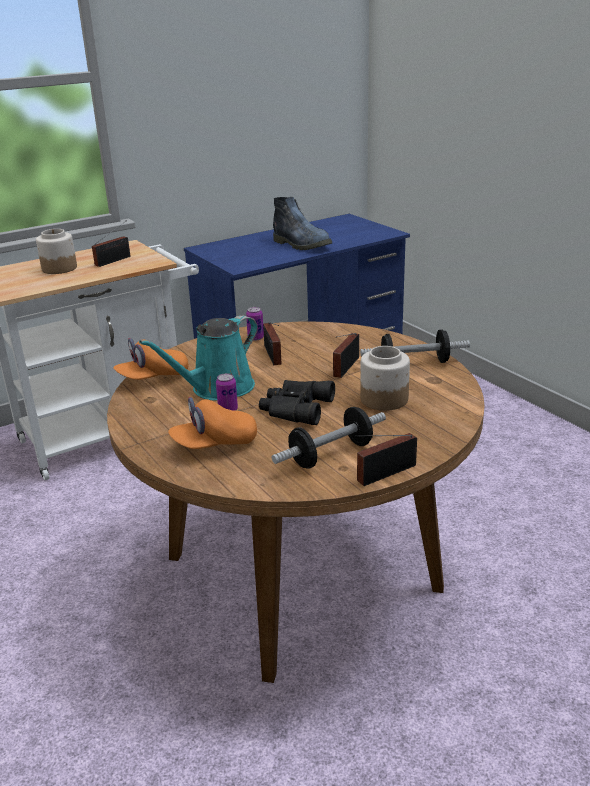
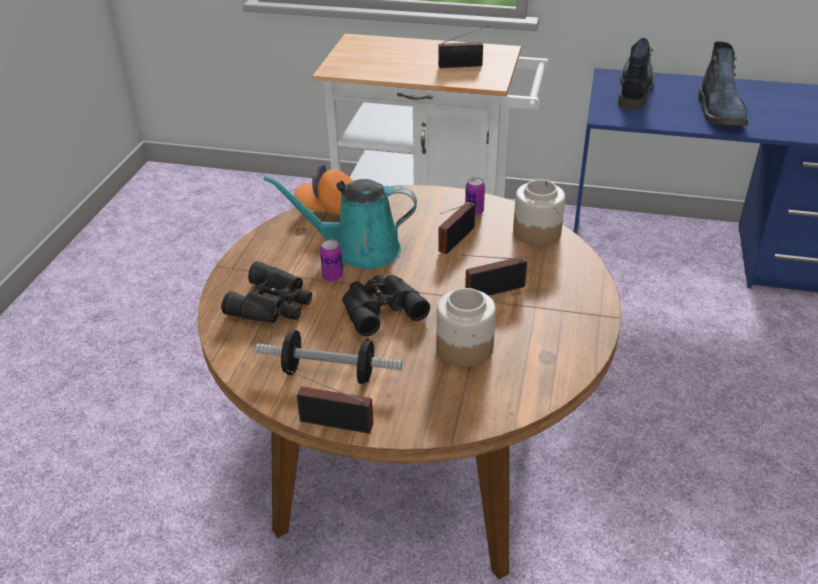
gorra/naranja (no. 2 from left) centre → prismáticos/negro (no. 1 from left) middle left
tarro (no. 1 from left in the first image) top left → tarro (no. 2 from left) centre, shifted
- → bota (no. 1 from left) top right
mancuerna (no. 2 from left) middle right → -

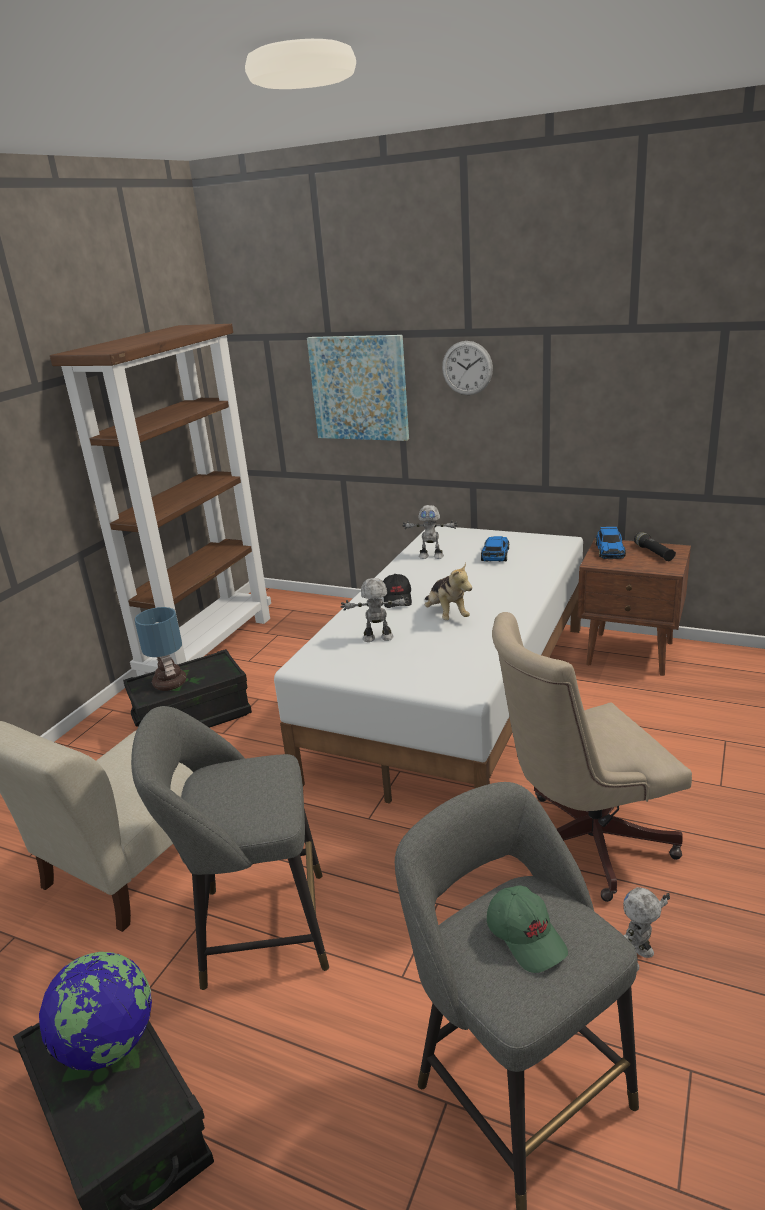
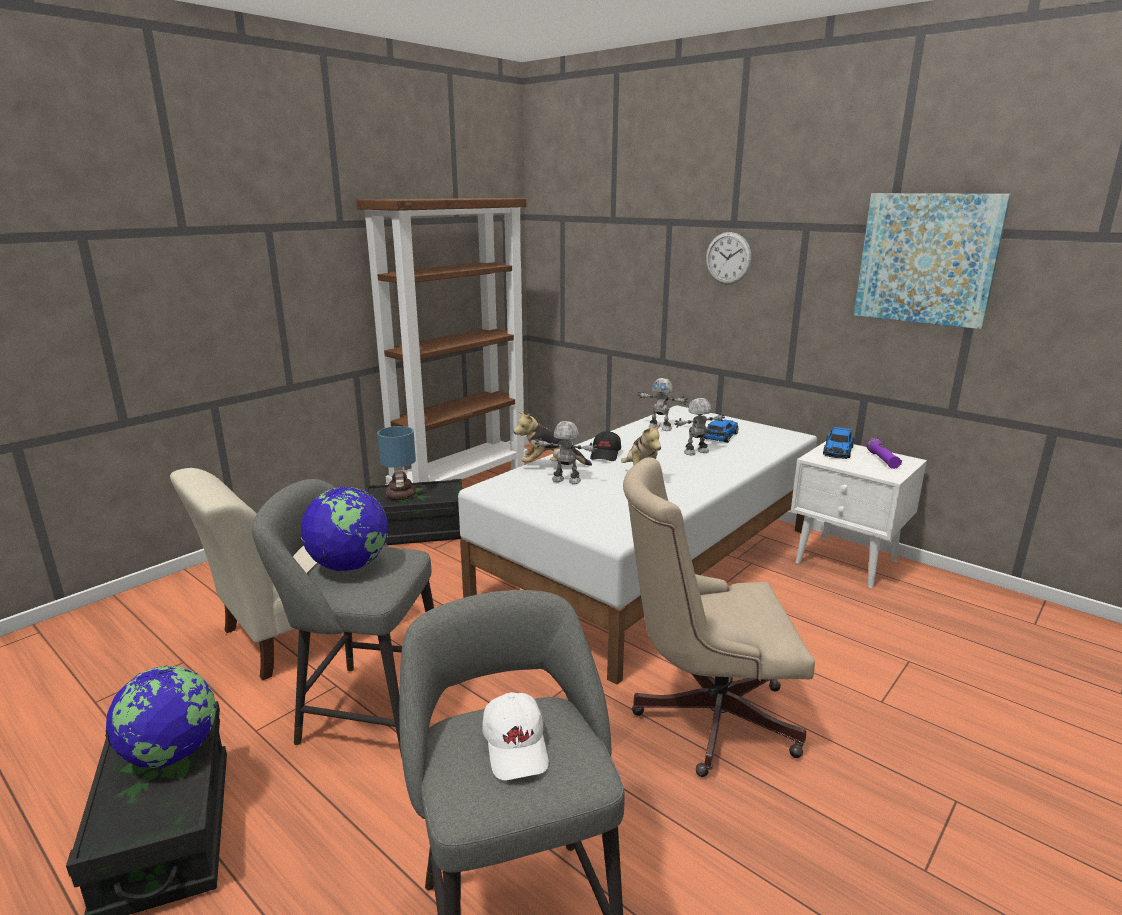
- → globo terráqueo (no. 2 from left) middle left
gorra/verde bottom right → gorra/blanco bottom centre
- → peluche (no. 1 from left) centre
robot de juguete (no. 3 from left) bottom right → robot de juguete (no. 3 from left) centre, shifted
mesita de noche/marrón middle right → mesita de noche/blanco middle right
cuadro top centre → cuadro top right, shifted
linterna/negro middle right → linterna/morado middle right

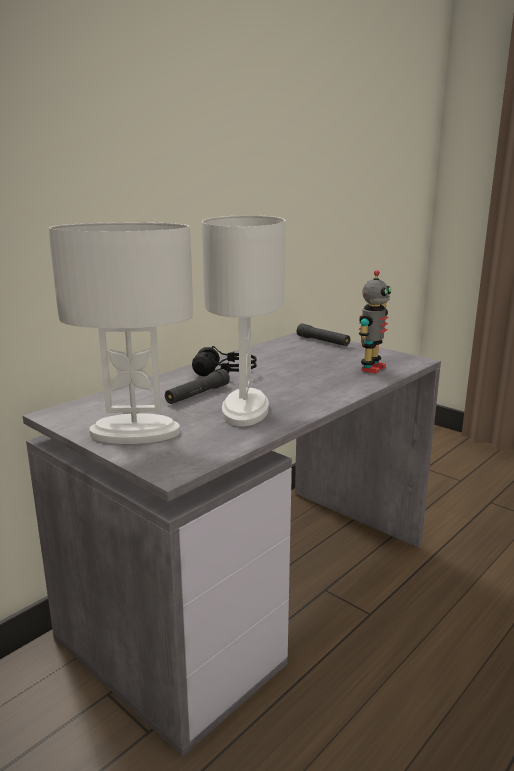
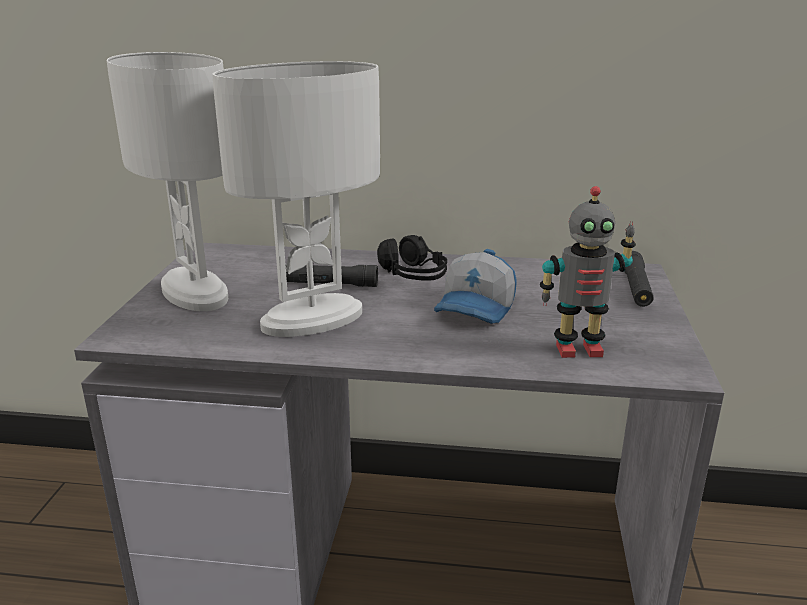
- → gorra centre

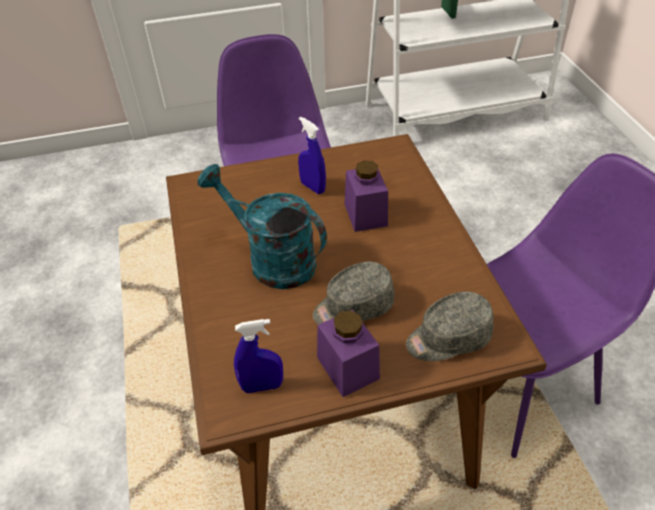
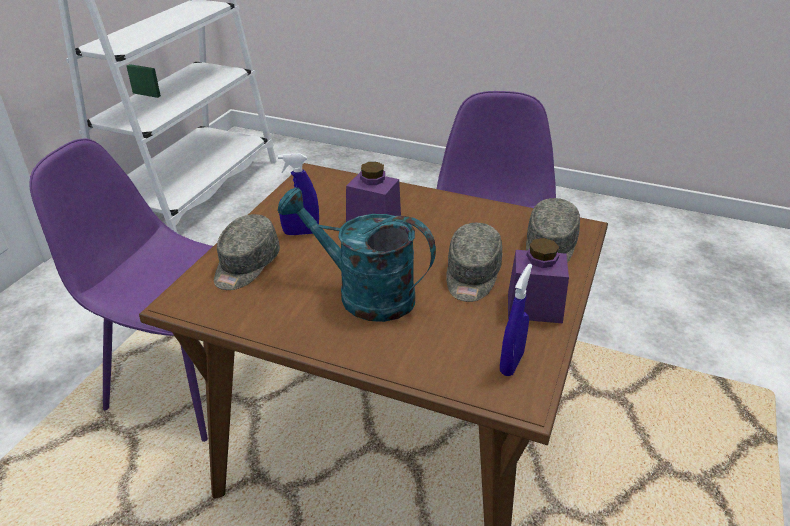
- → gorra/gris (no. 1 from left) middle left
regadera/turquesa centre, 45 degrees clockwise

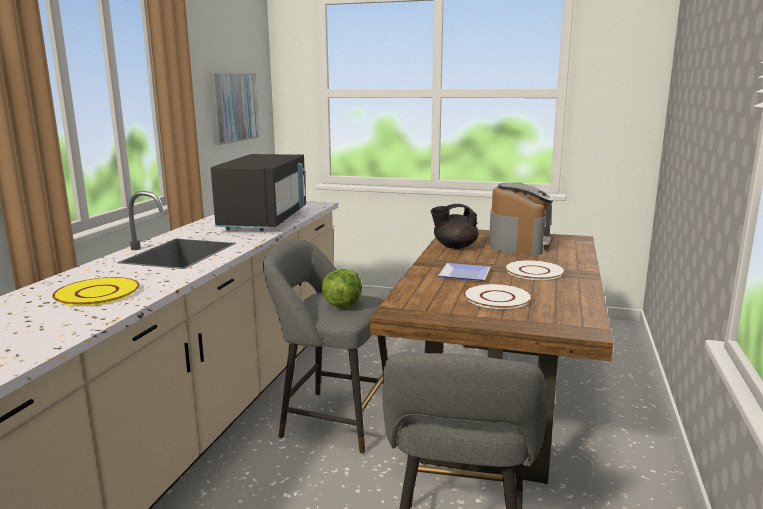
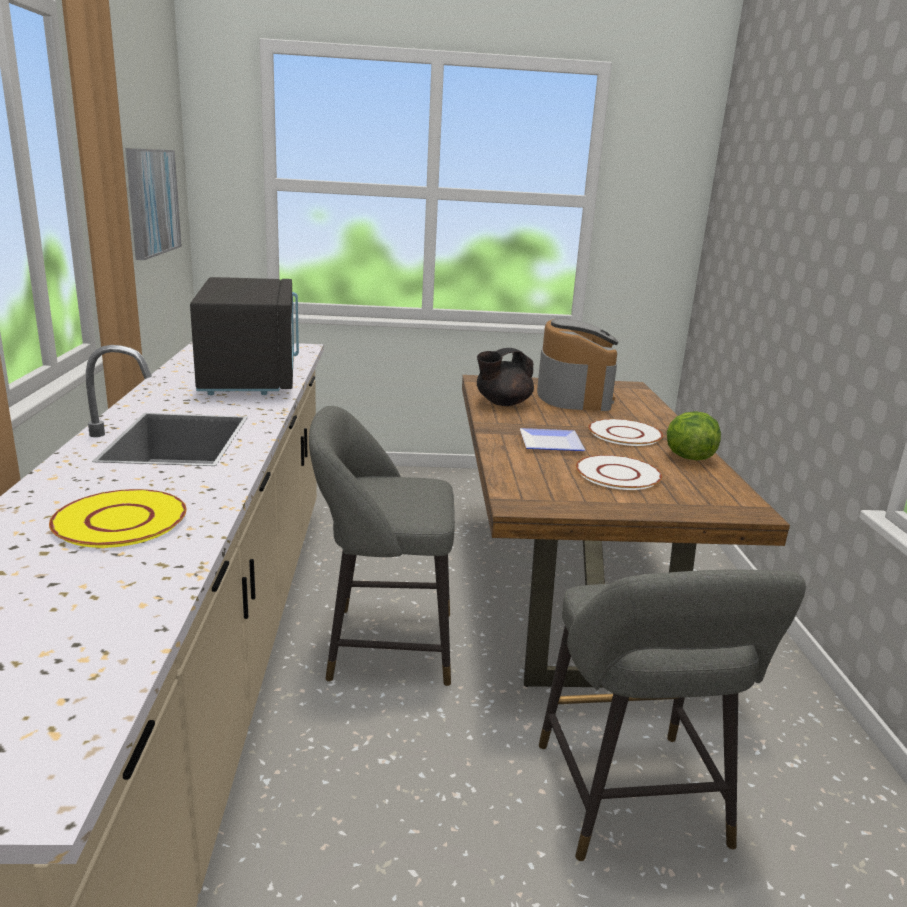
lechuga centre → lechuga middle right, shifted

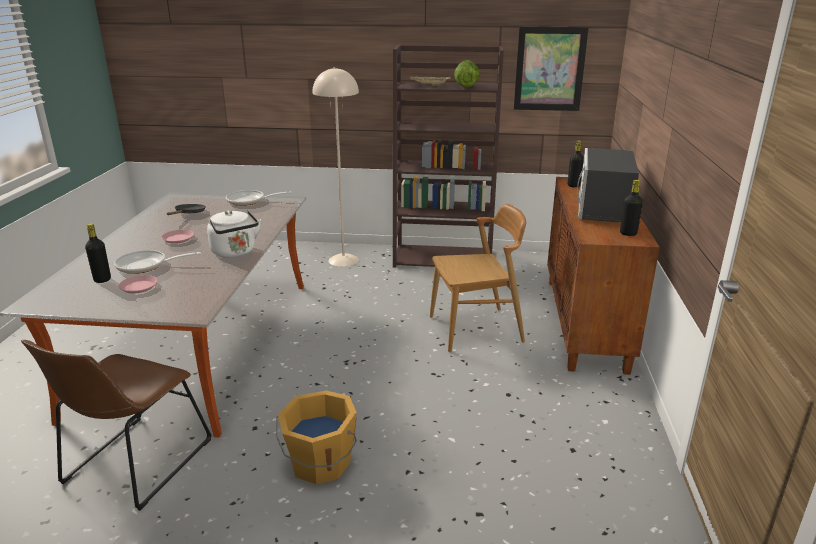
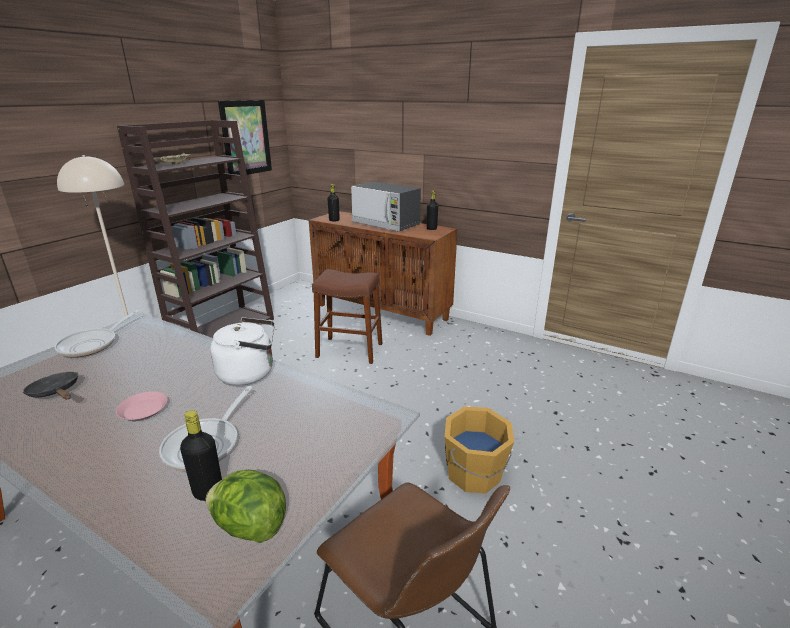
lechuga top centre → lechuga bottom left, shifted
silla/marrón (no. 2 from left) centre → taburete/marrón centre
plato/rosa (no. 1 from left) middle left → -

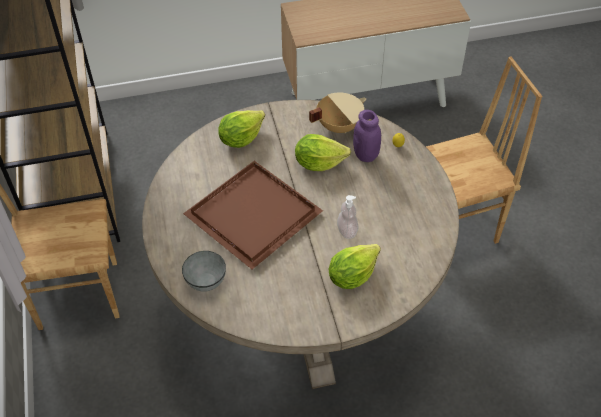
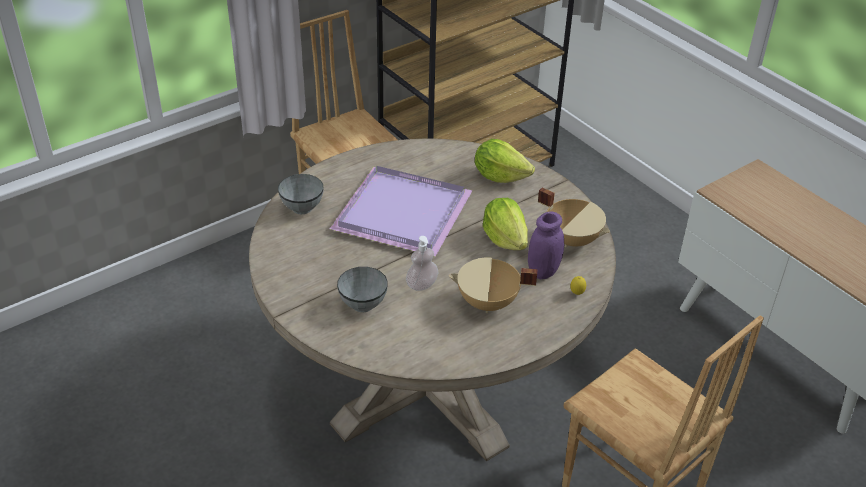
bandeja/marrón centre → bandeja/morado centre
lechuga (no. 3 from left) centre → cuenco/gris (no. 2 from left) centre
- → olla/beis (no. 1 from left) centre

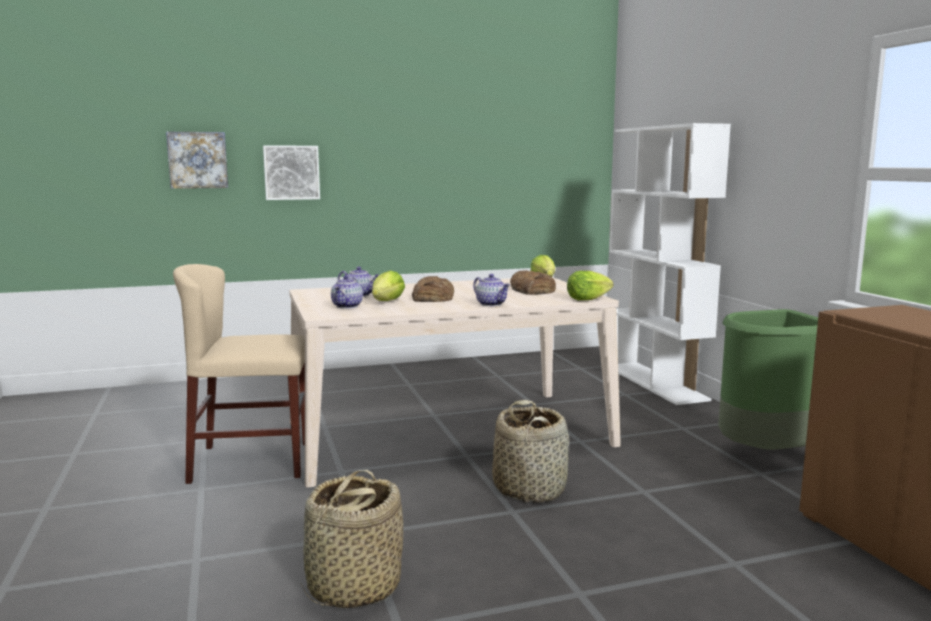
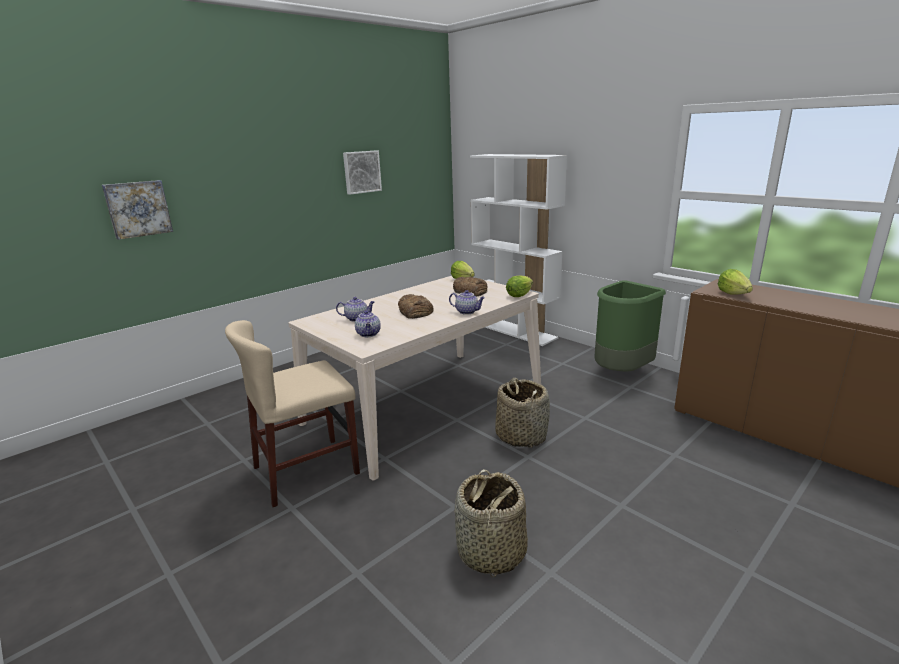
cuadro (no. 2 from left) top left → cuadro (no. 2 from left) top centre, shifted
lechuga (no. 1 from left in the first image) centre → lechuga (no. 3 from left) middle right, shifted

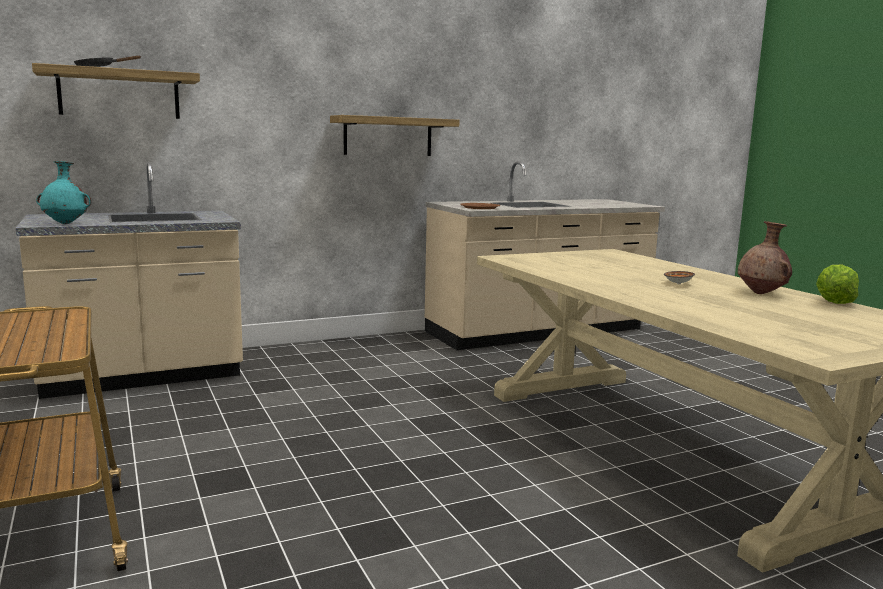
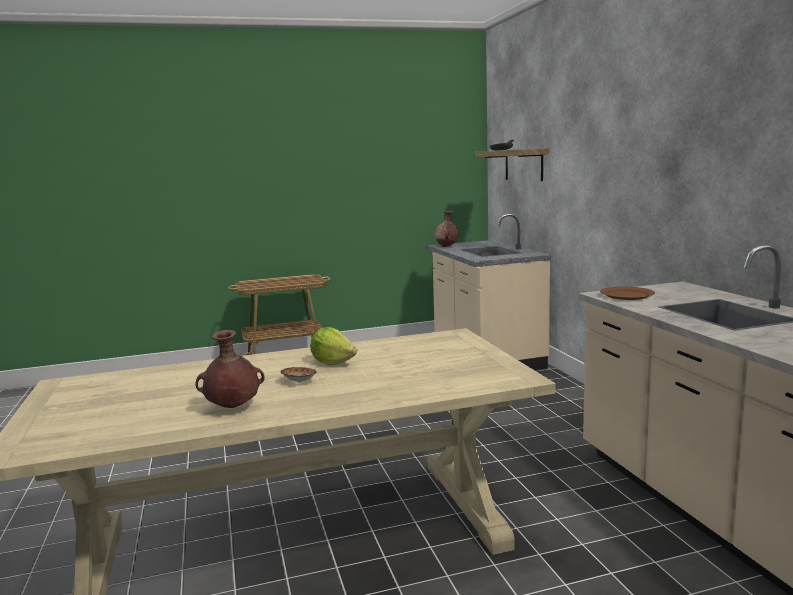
lechuga middle right → lechuga centre, shifted
florero/turquesa top left → florero/marrón (no. 2 from left) centre
estante (no. 2 from left) top centre → -

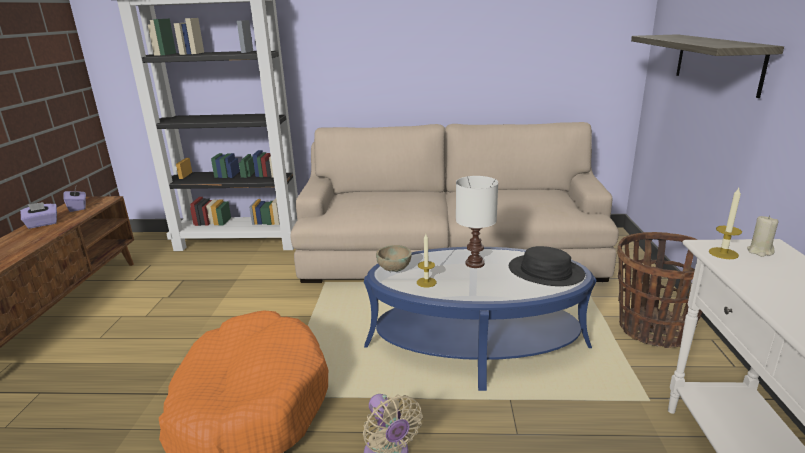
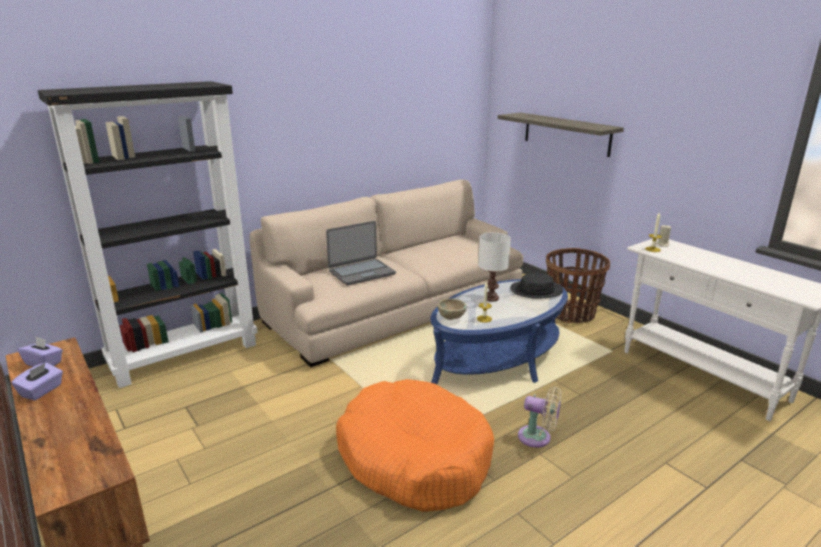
- → portátil centre

